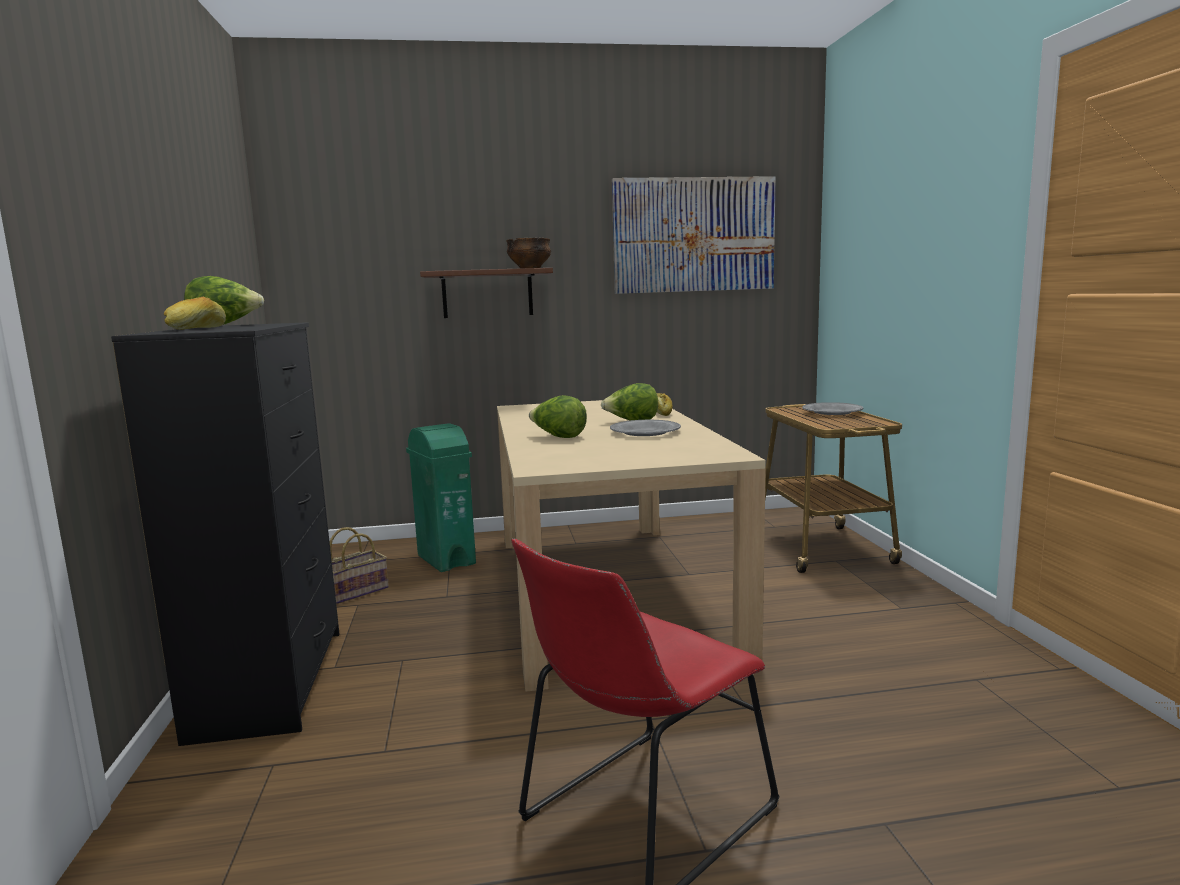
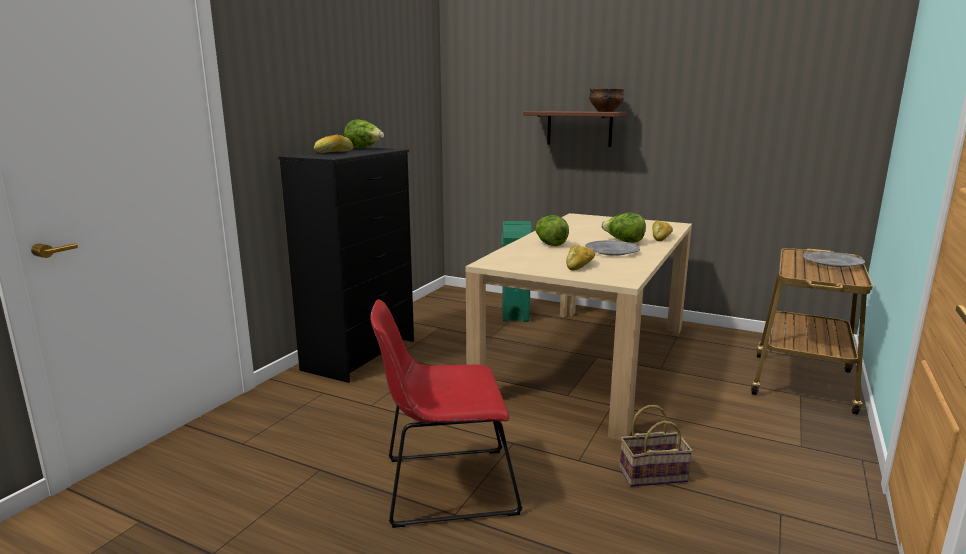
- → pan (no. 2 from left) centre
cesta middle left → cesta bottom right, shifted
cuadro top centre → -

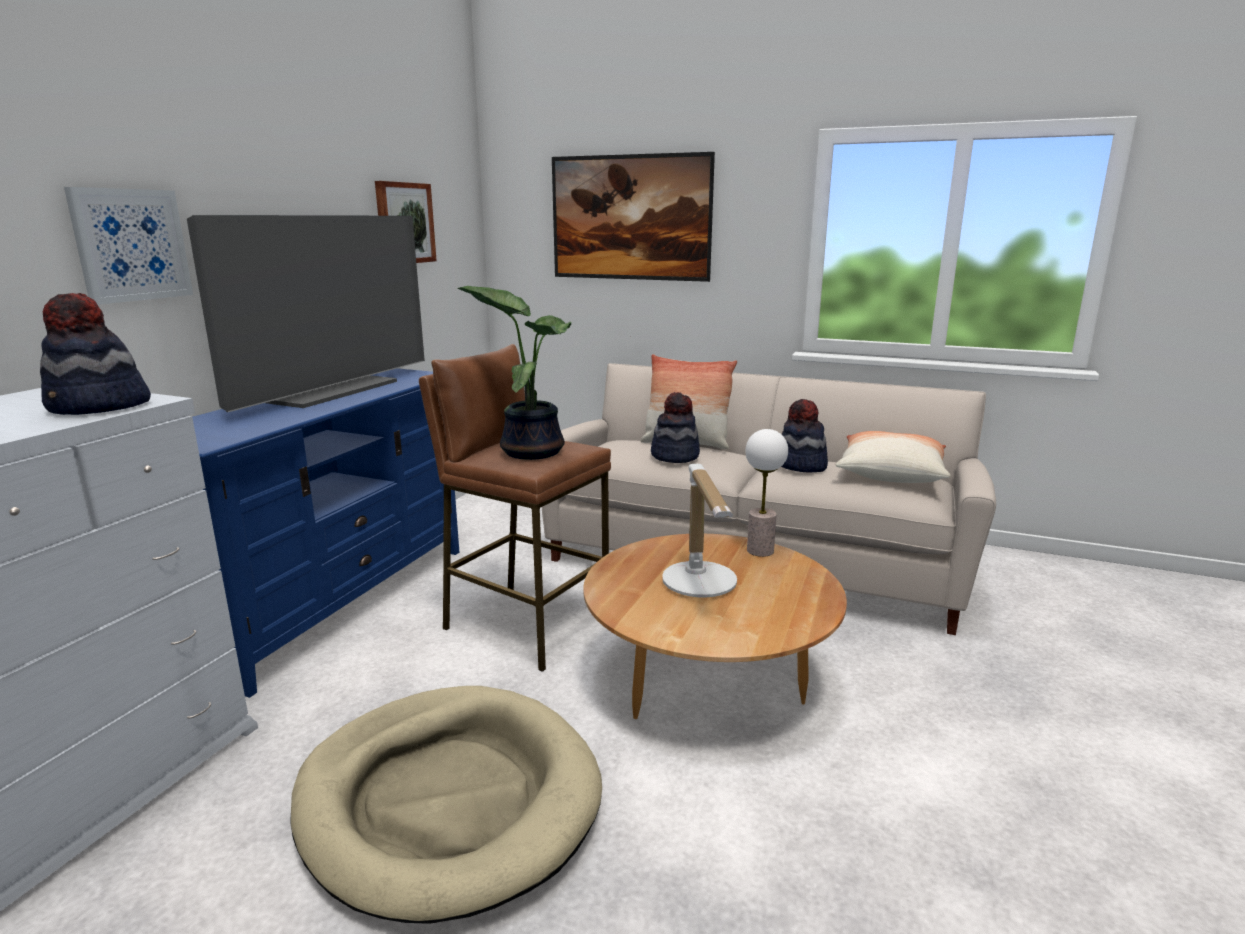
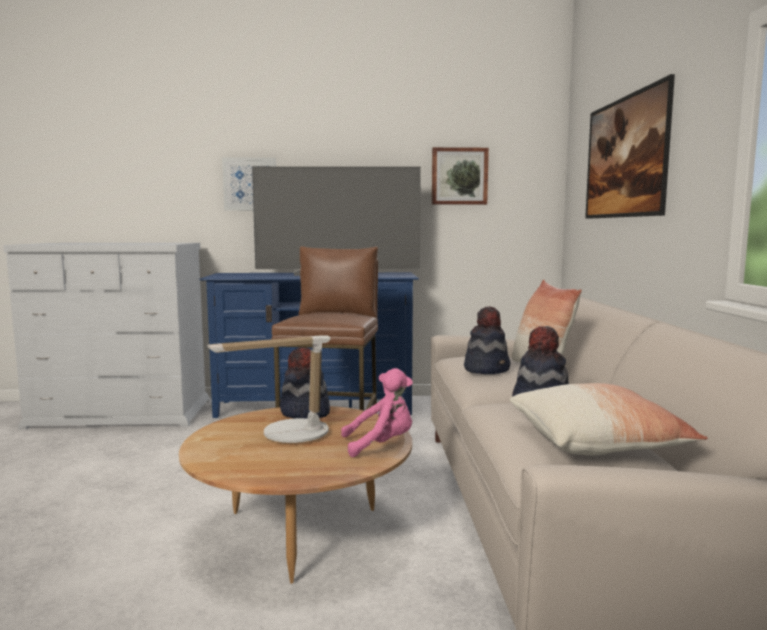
sombrero (no. 1 from left) middle left → sombrero (no. 1 from left) centre, shifted
lámpara de mesa (no. 2 from left) centre → peluche/rosa centre
cama para perro/beis bottom centre → -
planta en maceta centre → -

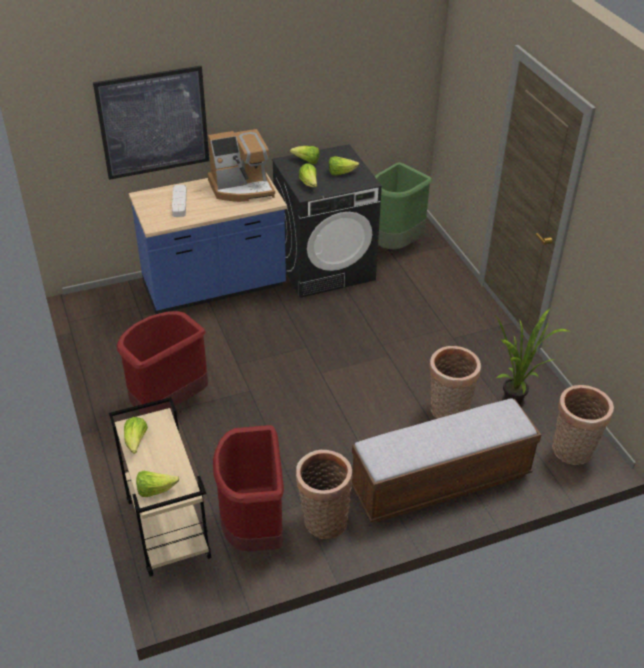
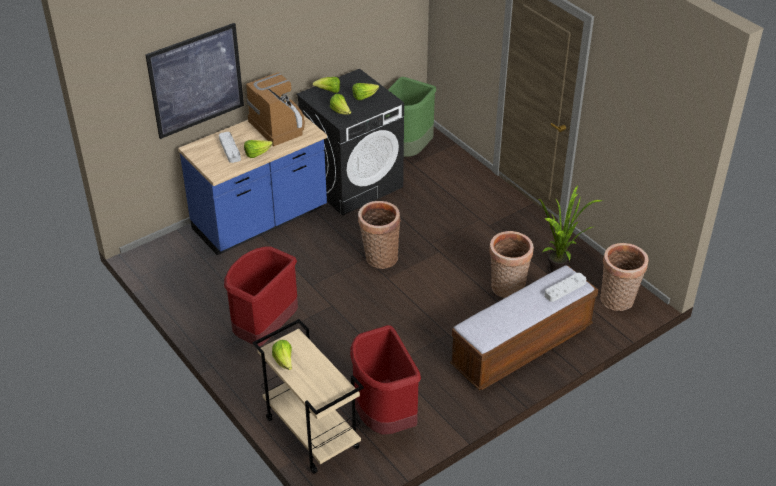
lechuga (no. 2 from left in the first image) bottom left → lechuga (no. 1 from left) top left, shifted
cafetera top centre, 90 degrees counterclockwise
cesta (no. 1 from left) bottom centre → cesta (no. 1 from left) centre, shifted
- → bandeja/gris (no. 2 from left) middle right

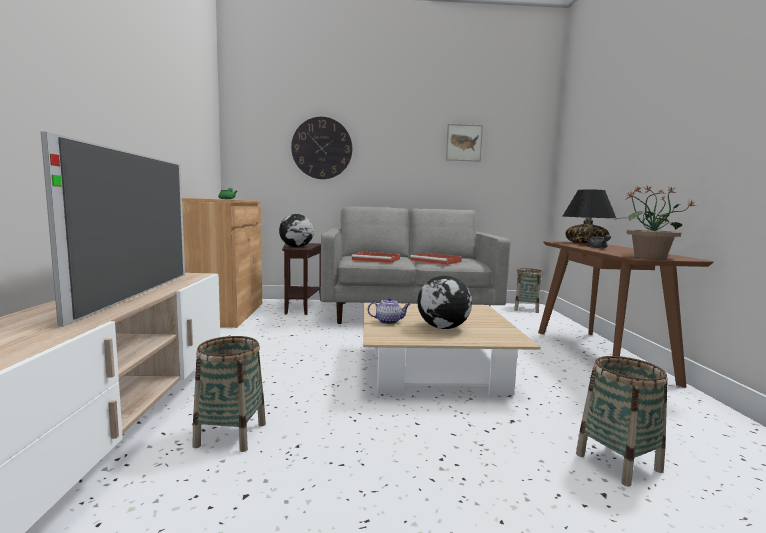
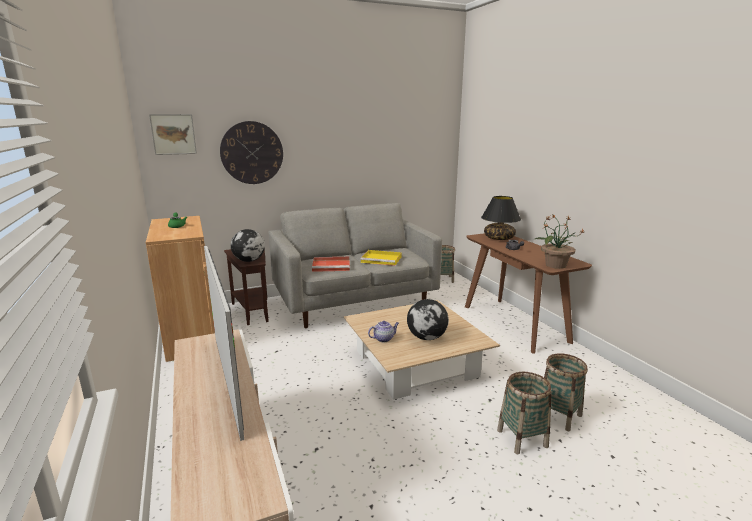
cuadro top centre → cuadro top left, shifted
bandeja/rojo (no. 2 from left) centre → bandeja/amarillo centre
cesta (no. 1 from left in the first image) bottom left → cesta (no. 2 from left) bottom right, shifted

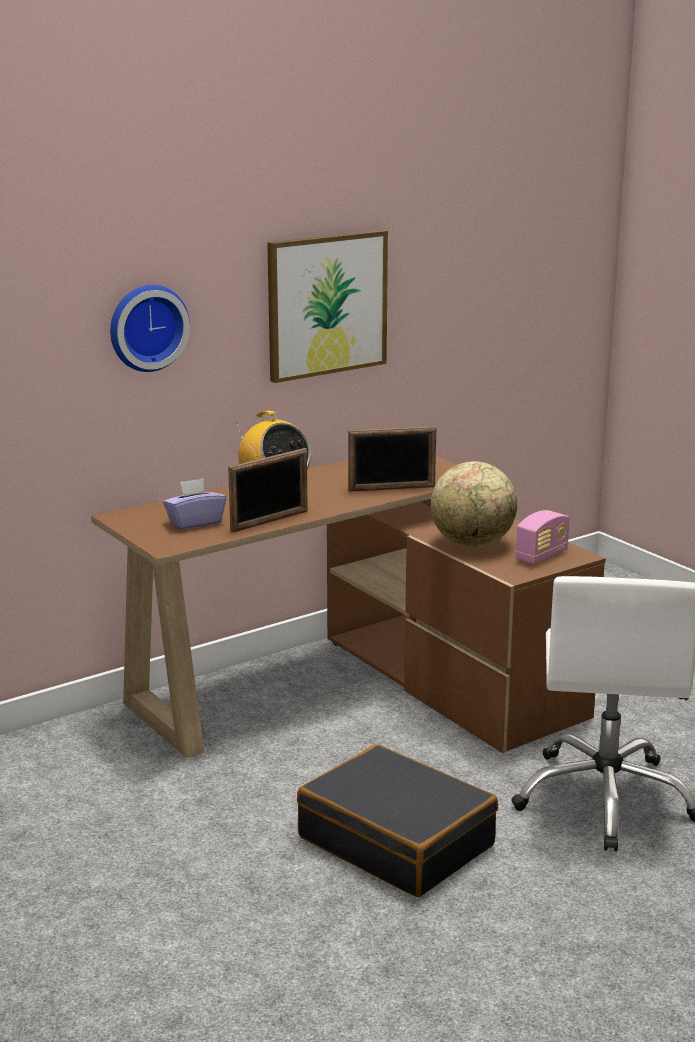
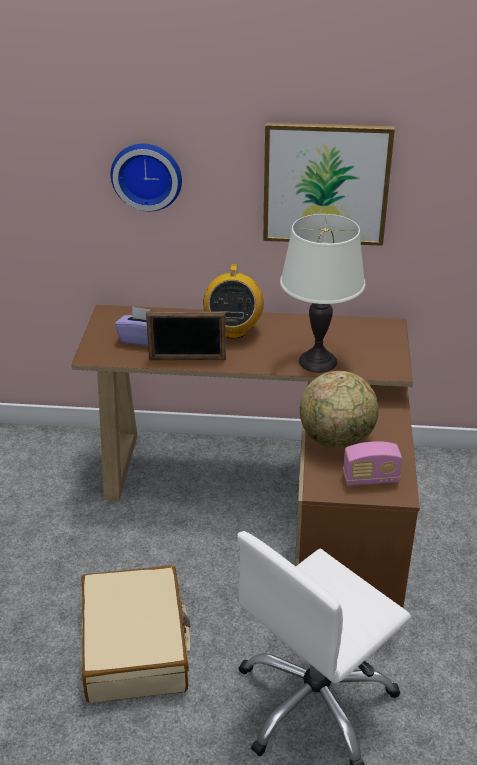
maleta/negro bottom centre → maleta/beis bottom left
portarretratos (no. 2 from left) centre → lámpara de mesa/blanco middle right

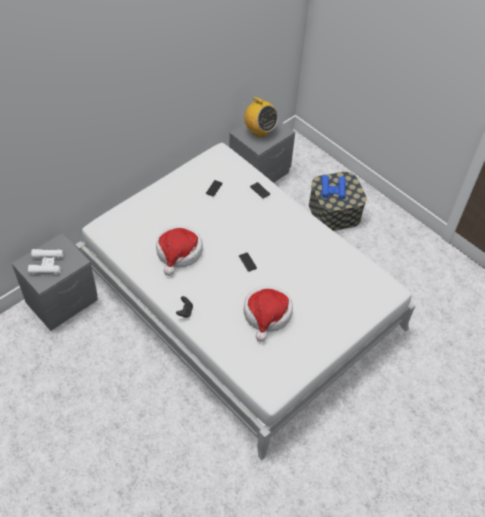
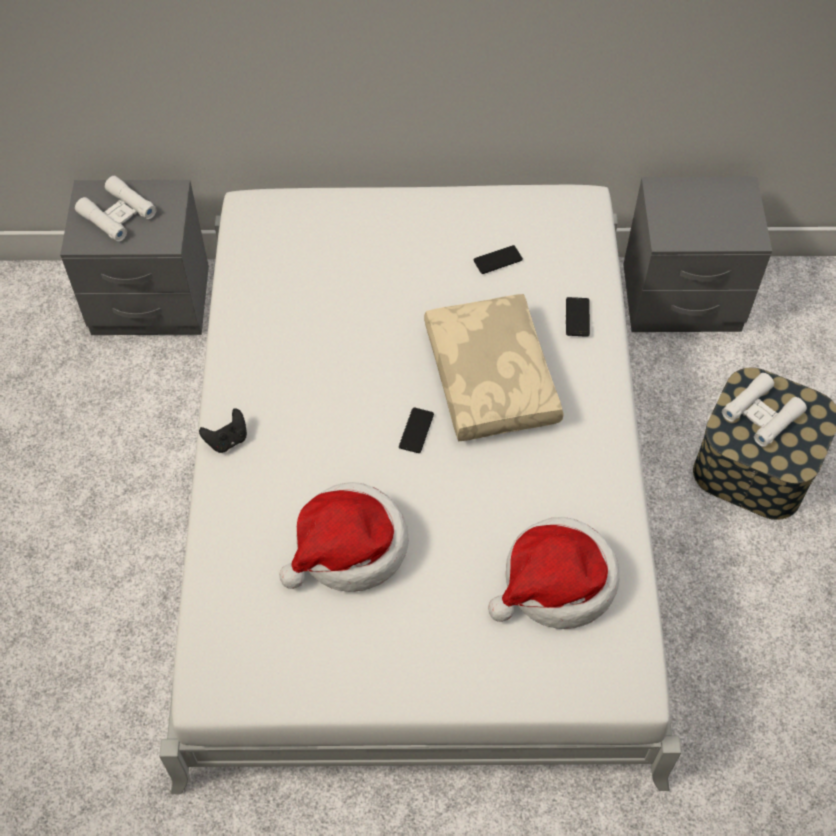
- → cojín/beis centre
sombrero (no. 1 from left in the first image) centre → sombrero (no. 2 from left) bottom centre, shifted
prismáticos/azul middle right → prismáticos/blanco (no. 2 from left) middle right
radio top centre → -

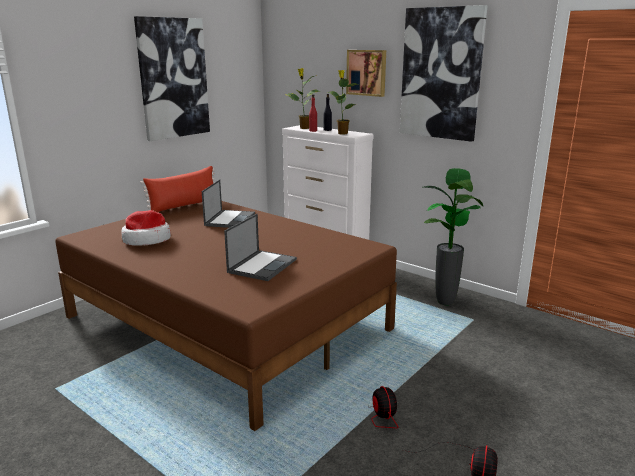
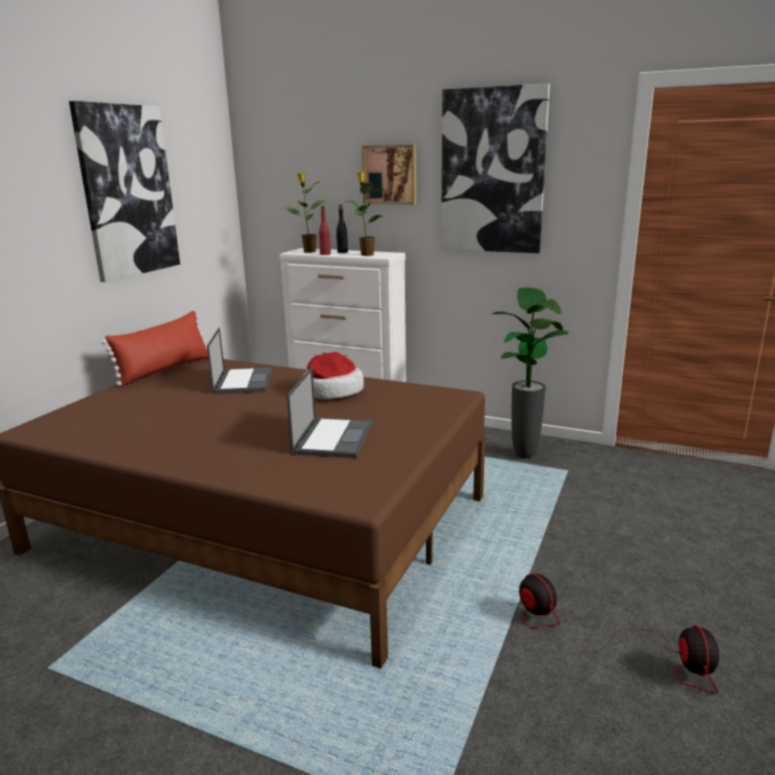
sombrero middle left → sombrero centre, shifted

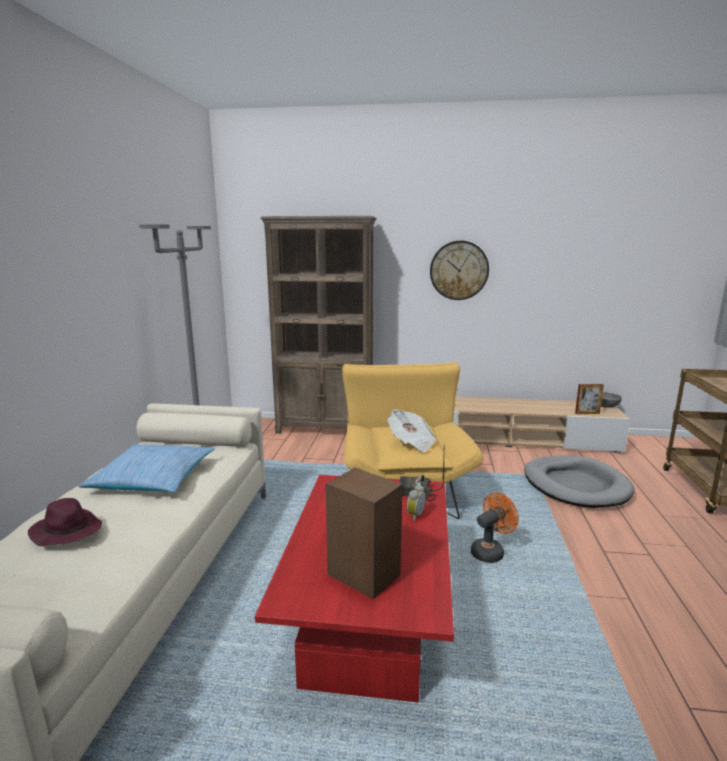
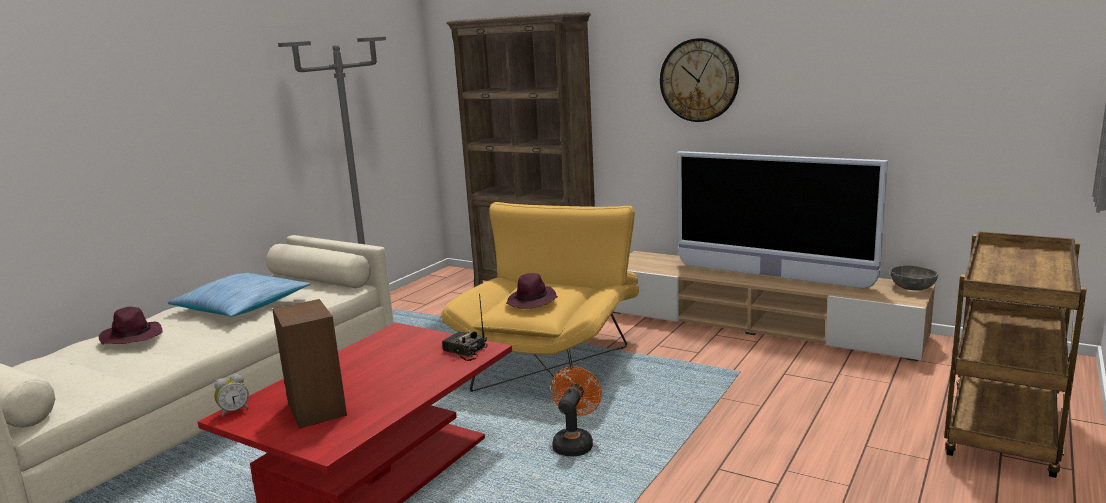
despertador centre → despertador bottom left, shifted
periódico centre → sombrero/morado (no. 2 from left) centre
ventilador/naranja bottom right → ventilador/naranja bottom centre, 60 degrees counterclockwise
- → televisor middle right
cama para perro/gris middle right → -
portarretratos middle right → -

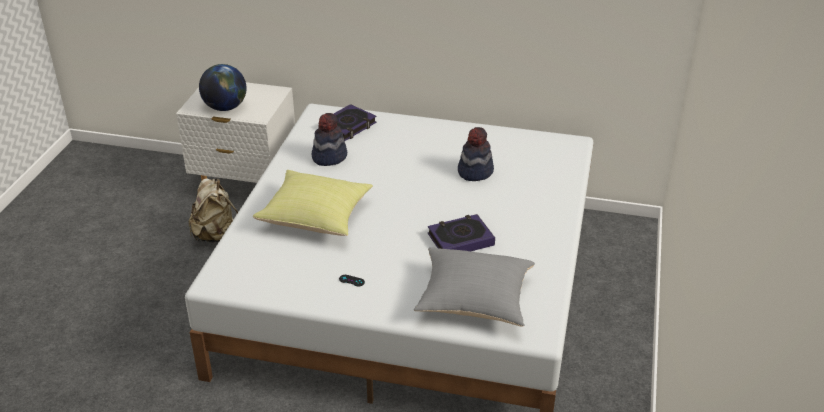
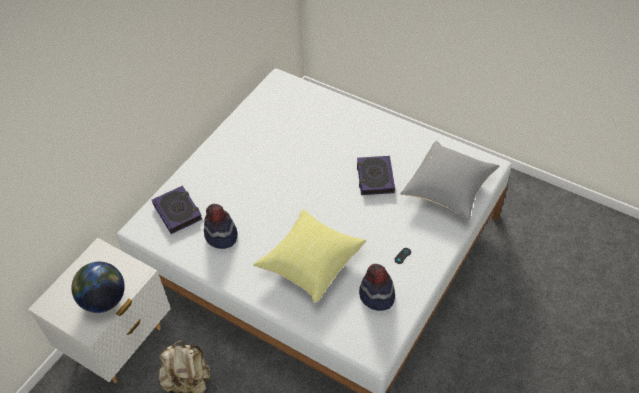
sombrero (no. 2 from left) centre → sombrero (no. 2 from left) bottom centre, shifted

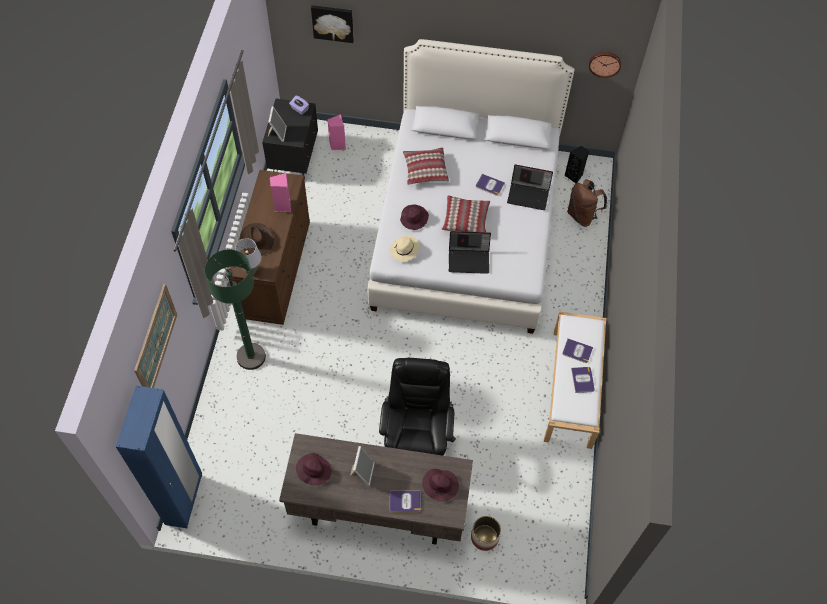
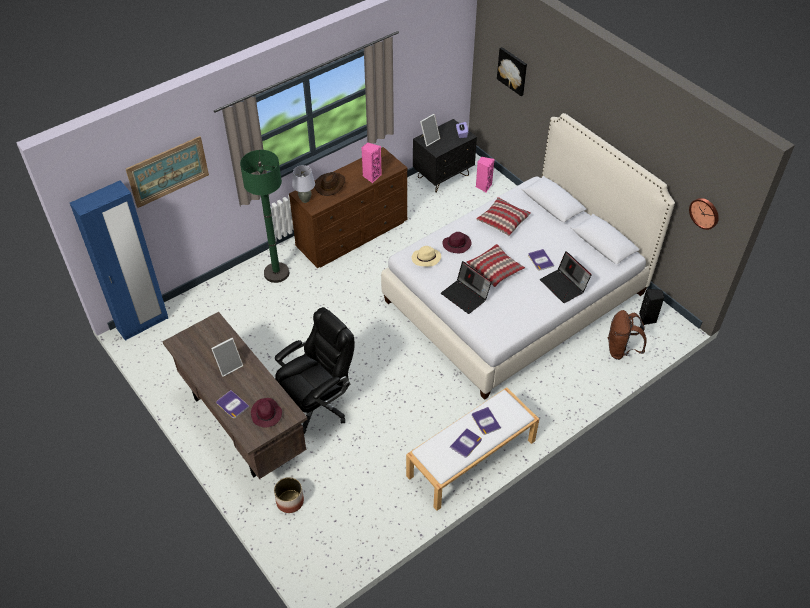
sombrero/morado (no. 1 from left) bottom centre → -

